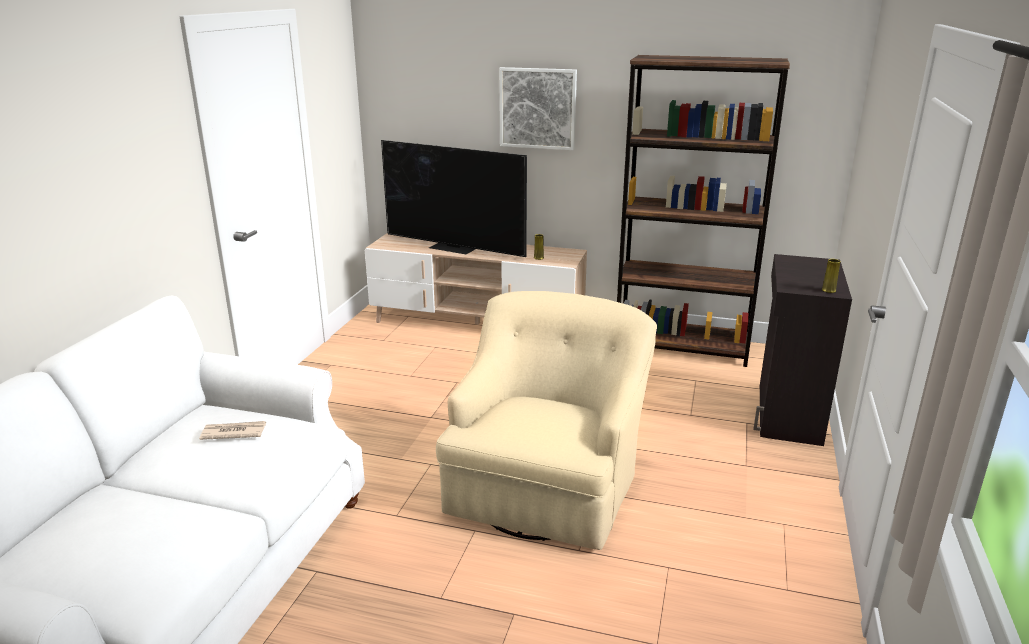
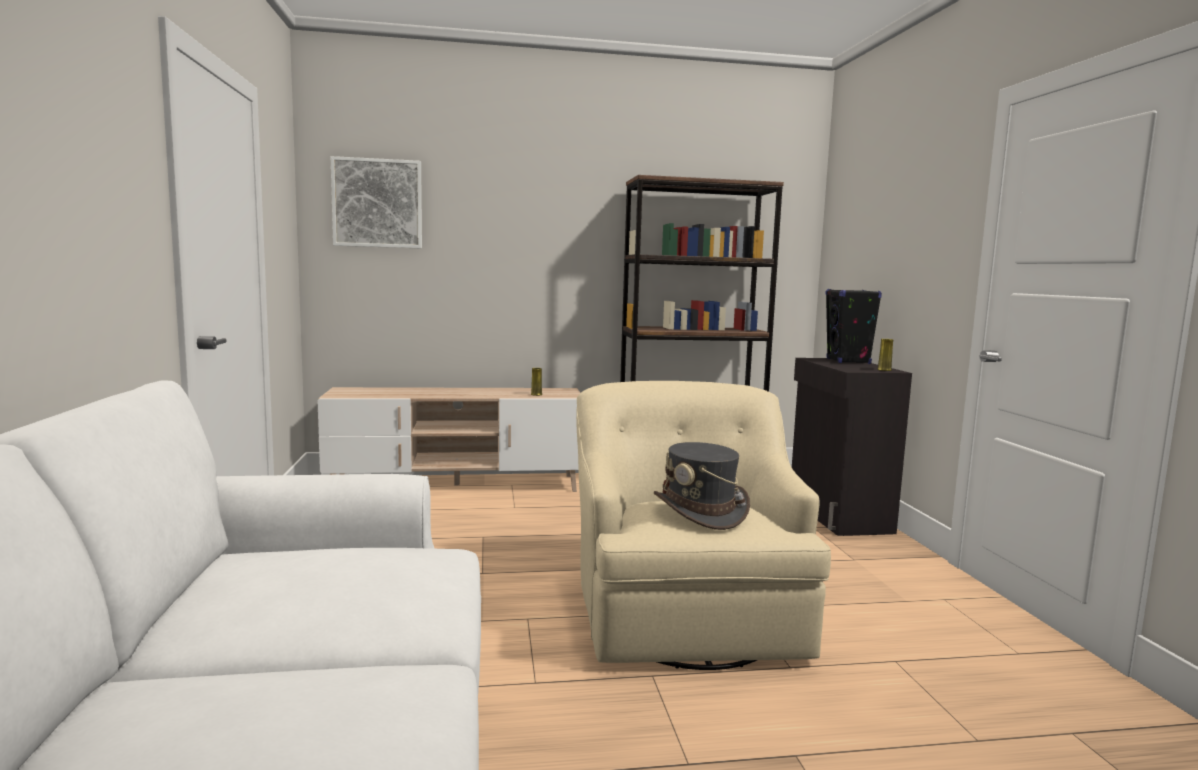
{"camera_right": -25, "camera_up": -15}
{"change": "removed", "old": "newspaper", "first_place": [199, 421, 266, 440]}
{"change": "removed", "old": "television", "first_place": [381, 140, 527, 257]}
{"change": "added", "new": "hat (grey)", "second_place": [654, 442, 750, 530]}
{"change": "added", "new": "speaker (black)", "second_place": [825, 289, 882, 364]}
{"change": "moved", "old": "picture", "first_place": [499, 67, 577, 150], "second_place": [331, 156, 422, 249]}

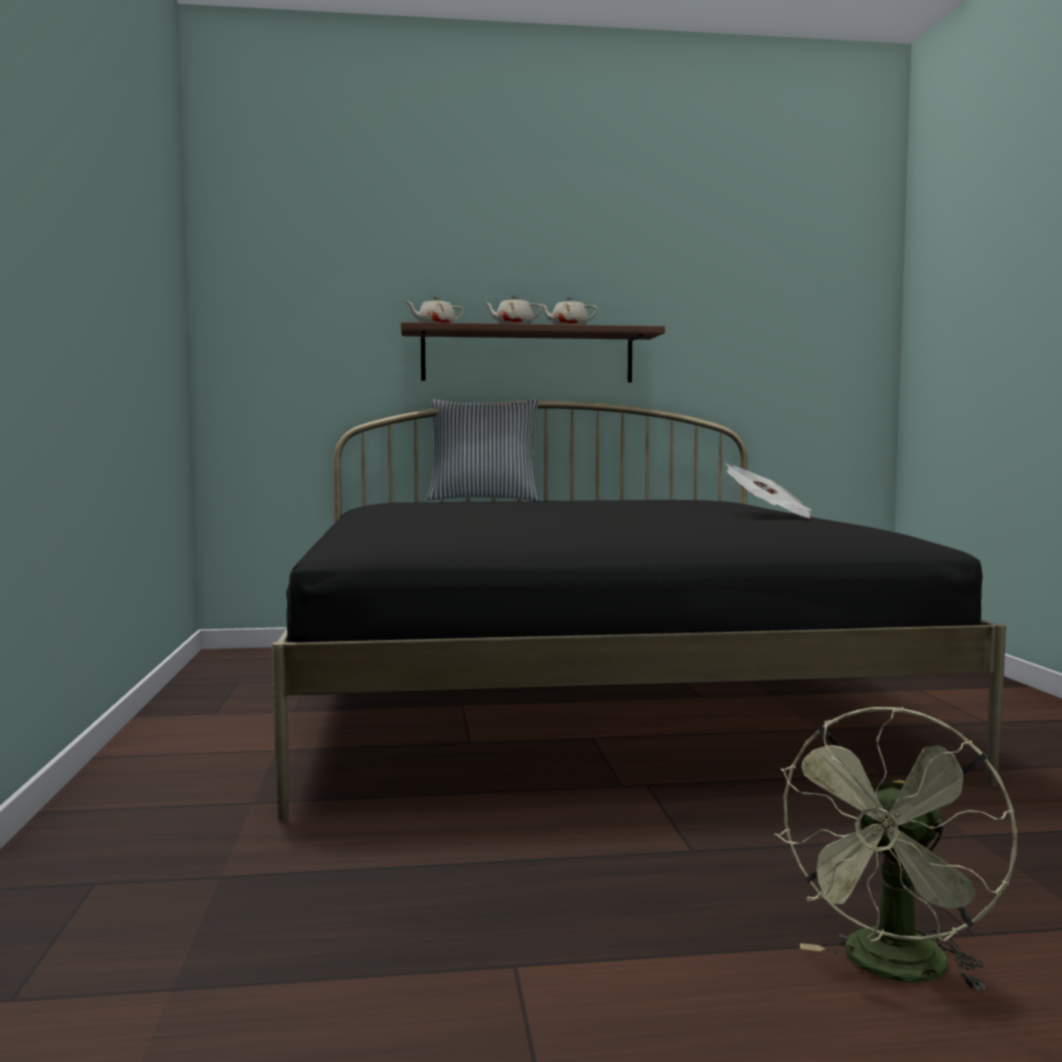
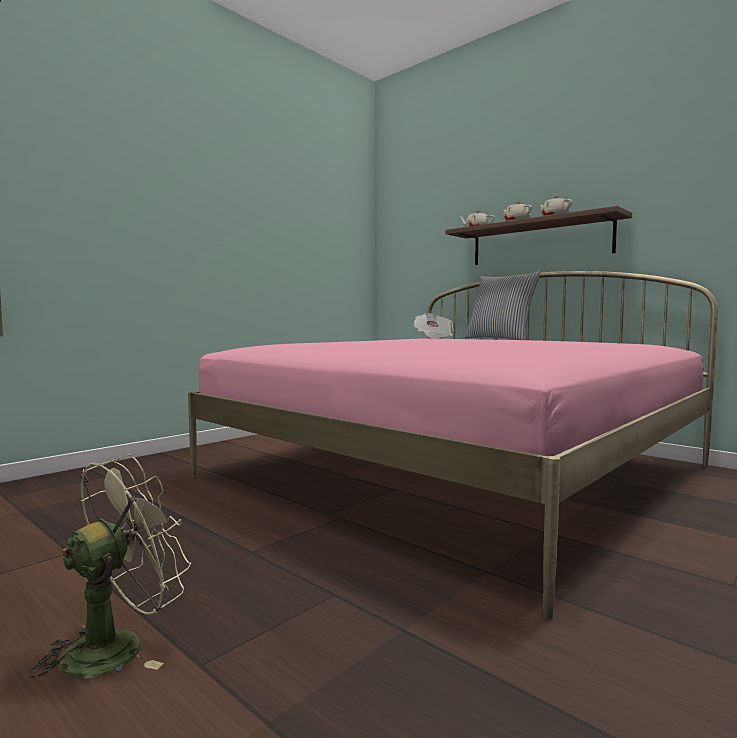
{"camera_right": 50, "camera_up": 0}
{"change": "moved", "old": "newspaper", "first_place": [725, 463, 811, 519], "second_place": [413, 313, 454, 338]}
{"change": "recoloured", "old": "bed (black)", "new": "bed (pink)", "first_place": [272, 401, 1006, 820], "second_place": [188, 271, 718, 620]}
{"change": "turned", "old": "fan (green)", "first_place": [773, 707, 1017, 991], "second_place": [28, 454, 191, 679], "degrees": 135}

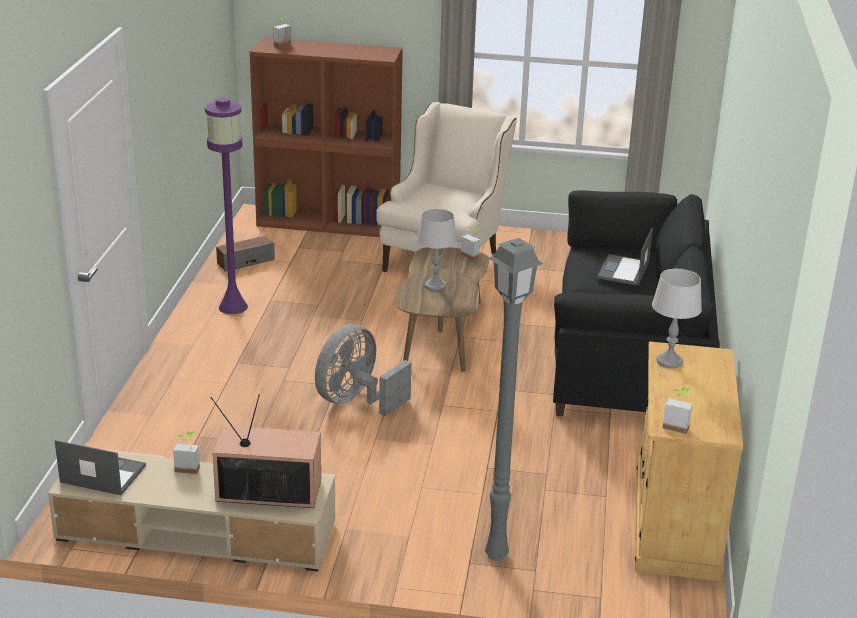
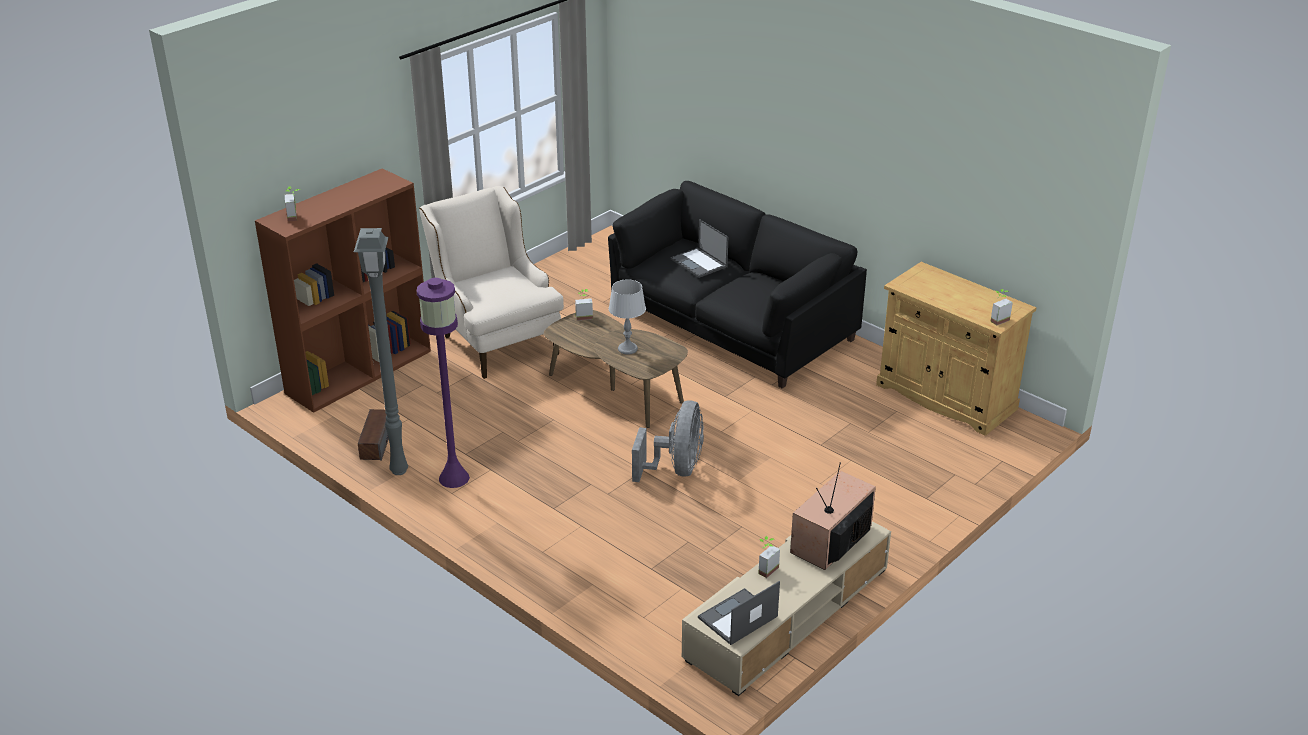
{"camera_right": -55, "camera_up": 5}
{"change": "removed", "old": "table lamp (grey)", "first_place": [652, 269, 702, 368]}
{"change": "moved", "old": "floor lamp (grey)", "first_place": [485, 238, 544, 561], "second_place": [354, 228, 408, 475]}
{"change": "turned", "old": "fan (grey)", "first_place": [315, 324, 411, 416], "second_place": [632, 401, 704, 482], "degrees": -150}

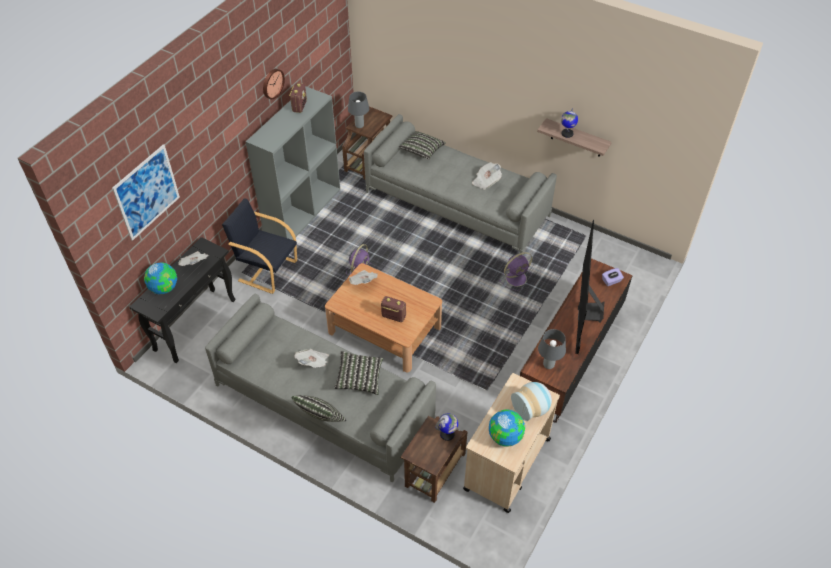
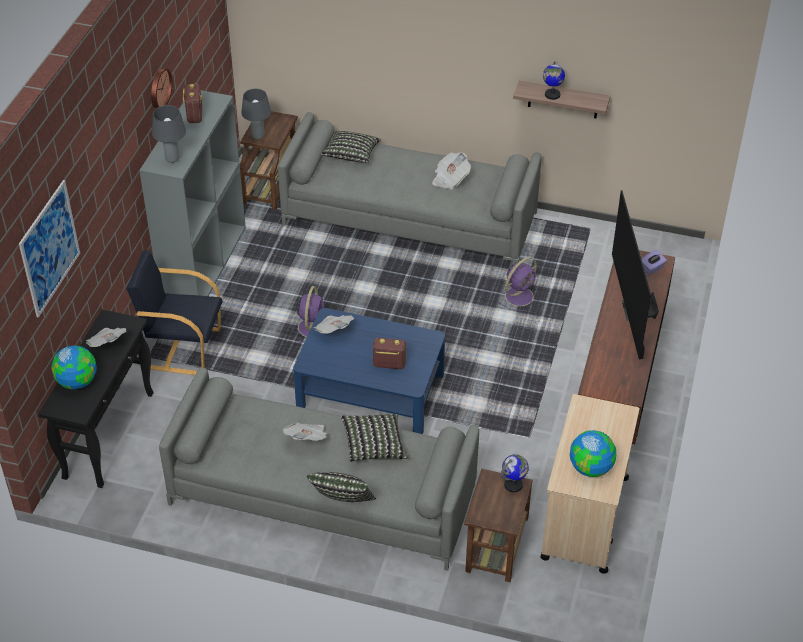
{"camera_right": -15, "camera_up": -5}
{"change": "removed", "old": "vase", "first_place": [511, 382, 552, 421]}
{"change": "moved", "old": "table lamp (grey)", "first_place": [538, 329, 566, 369], "second_place": [152, 105, 186, 163]}
{"change": "recoloured", "old": "coffee table (brown)", "new": "coffee table (blue)", "first_place": [325, 263, 442, 372], "second_place": [293, 308, 445, 434]}

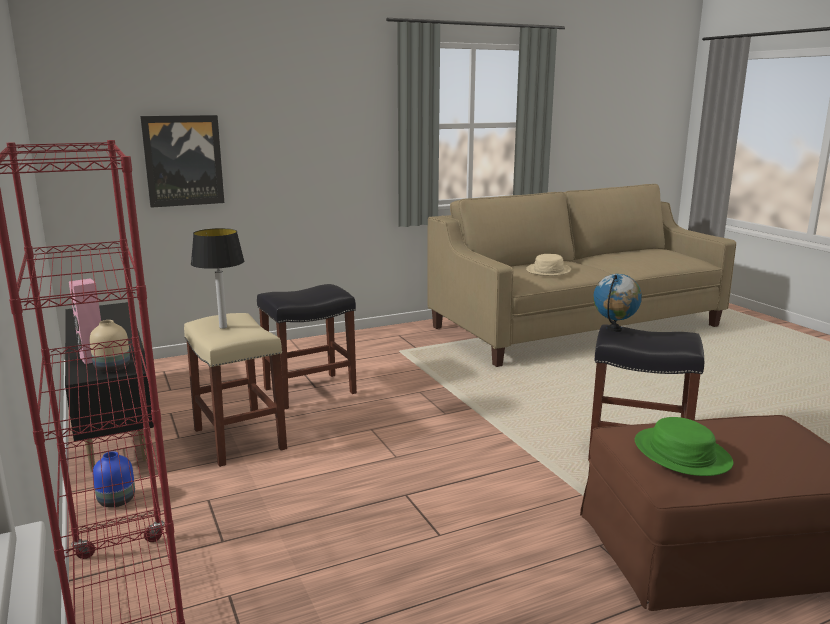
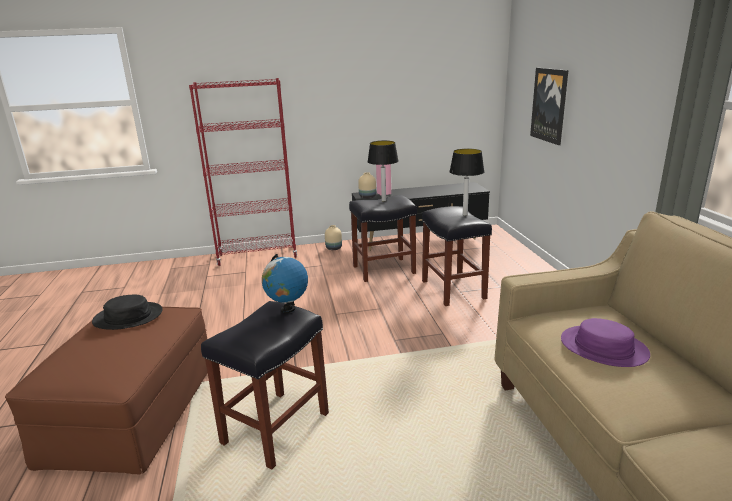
{"camera_right": 105, "camera_up": 5}
{"change": "added", "new": "table lamp", "second_place": [449, 149, 484, 216]}
{"change": "recoloured", "old": "vase (blue)", "new": "vase (beige)", "first_place": [93, 451, 135, 508], "second_place": [325, 225, 342, 250]}
{"change": "recoloured", "old": "stool (beige)", "new": "stool (black)", "first_place": [184, 313, 287, 467], "second_place": [349, 195, 417, 282]}
{"change": "recoloured", "old": "hat (beige)", "new": "hat (purple)", "first_place": [526, 254, 571, 276], "second_place": [561, 318, 650, 367]}
{"change": "recoloured", "old": "hat (green)", "new": "hat (black)", "first_place": [635, 417, 733, 476], "second_place": [92, 295, 163, 330]}

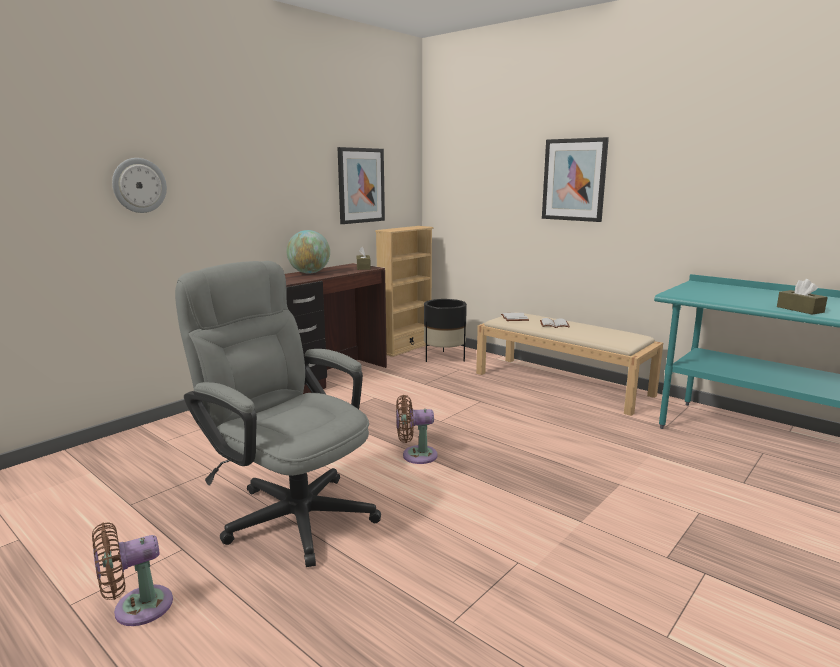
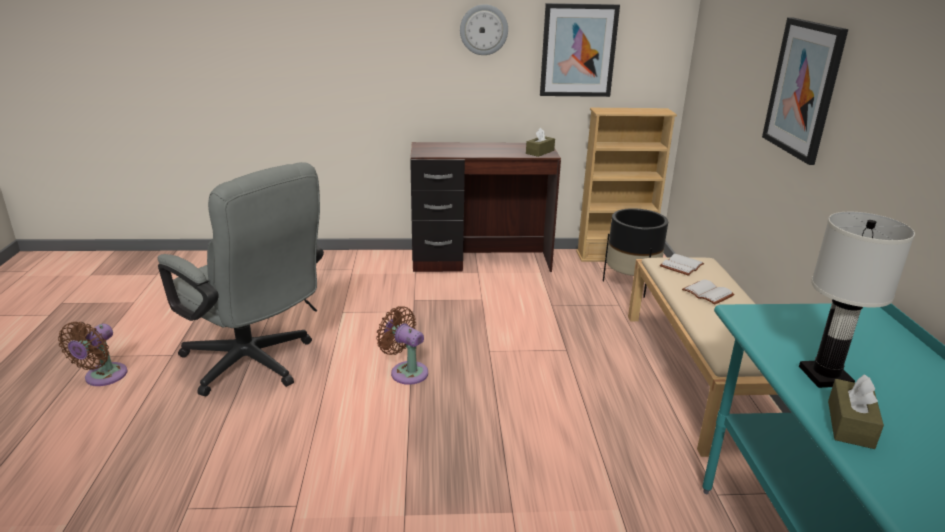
{"camera_right": 45, "camera_up": 10}
{"change": "removed", "old": "globe", "first_place": [287, 230, 330, 274]}
{"change": "added", "new": "table lamp (white)", "second_place": [799, 212, 915, 388]}
{"change": "moved", "old": "wall clock", "first_place": [112, 158, 167, 213], "second_place": [460, 4, 508, 55]}
{"change": "turned", "old": "fan (brown)", "first_place": [92, 522, 173, 626], "second_place": [58, 322, 128, 386], "degrees": -90}
{"change": "turned", "old": "office chair (grey)", "first_place": [175, 261, 381, 567], "second_place": [158, 162, 324, 396], "degrees": 135}

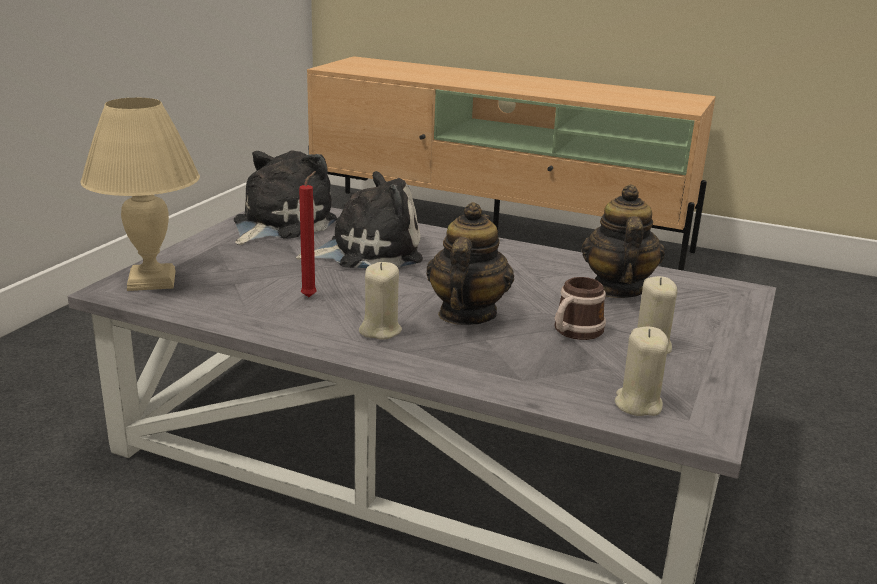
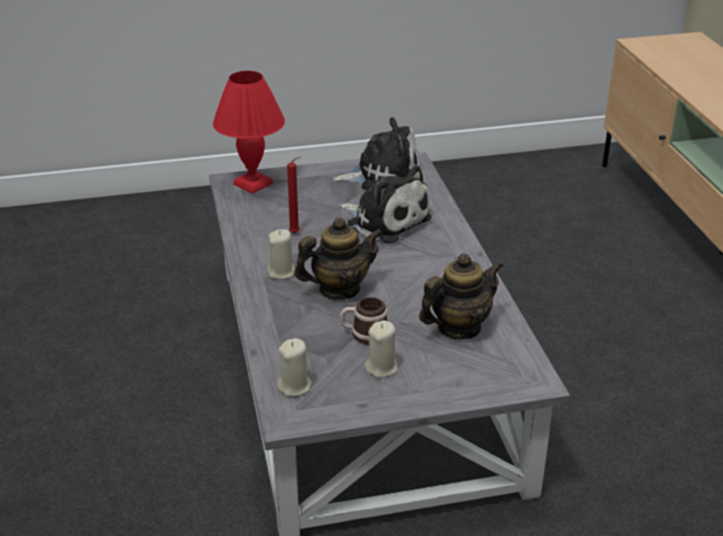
{"camera_right": 55, "camera_up": 10}
{"change": "recoloured", "old": "table lamp (beige)", "new": "table lamp (red)", "first_place": [80, 98, 200, 291], "second_place": [213, 71, 285, 194]}

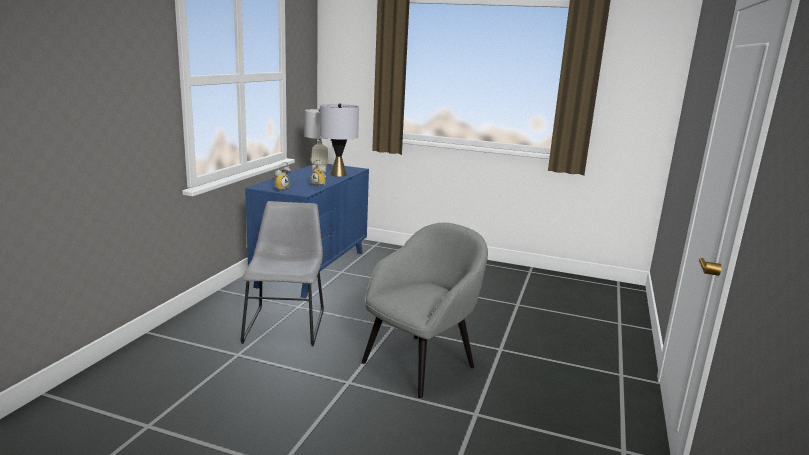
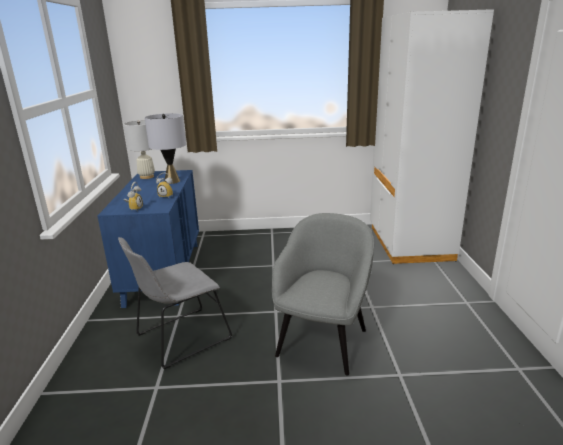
{"camera_right": -20, "camera_up": 5}
{"change": "added", "new": "wardrobe (white)", "second_place": [370, 9, 494, 264]}
{"change": "turned", "old": "chair (grey)", "first_place": [240, 201, 324, 346], "second_place": [118, 237, 232, 369], "degrees": -105}

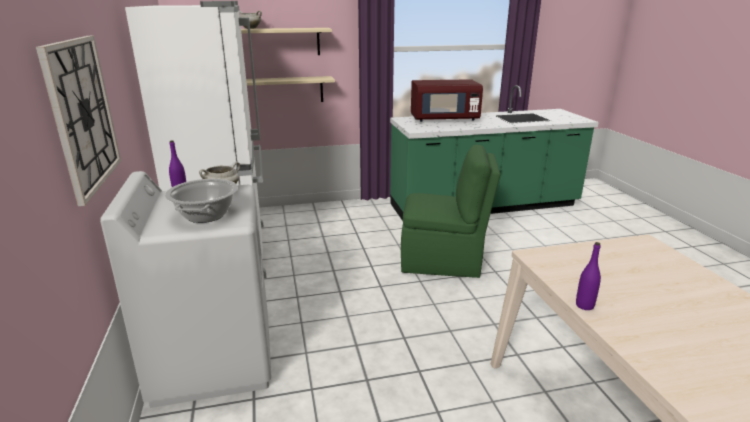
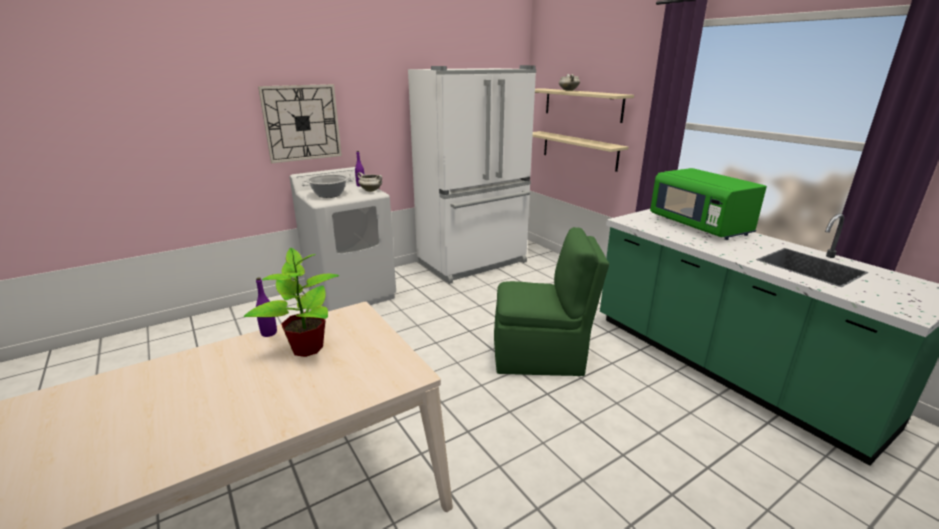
{"camera_right": 70, "camera_up": 0}
{"change": "added", "new": "potted plant", "second_place": [244, 248, 339, 357]}
{"change": "recoloured", "old": "microwave (red)", "new": "microwave (green)", "first_place": [411, 80, 483, 122], "second_place": [650, 168, 767, 240]}
{"change": "turned", "old": "chair (green)", "first_place": [401, 145, 500, 278], "second_place": [494, 227, 609, 376], "degrees": -75}

